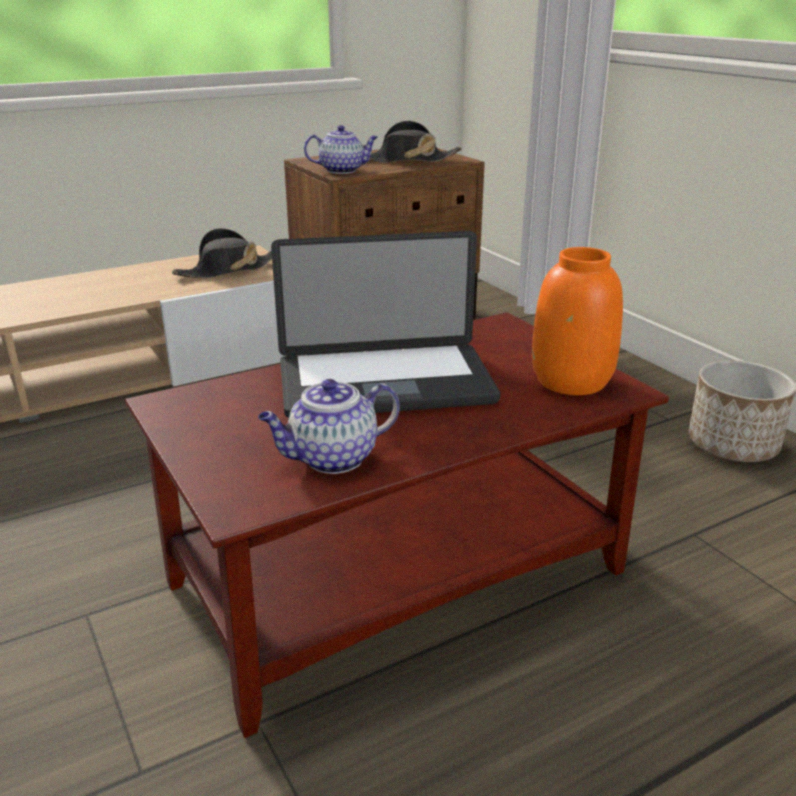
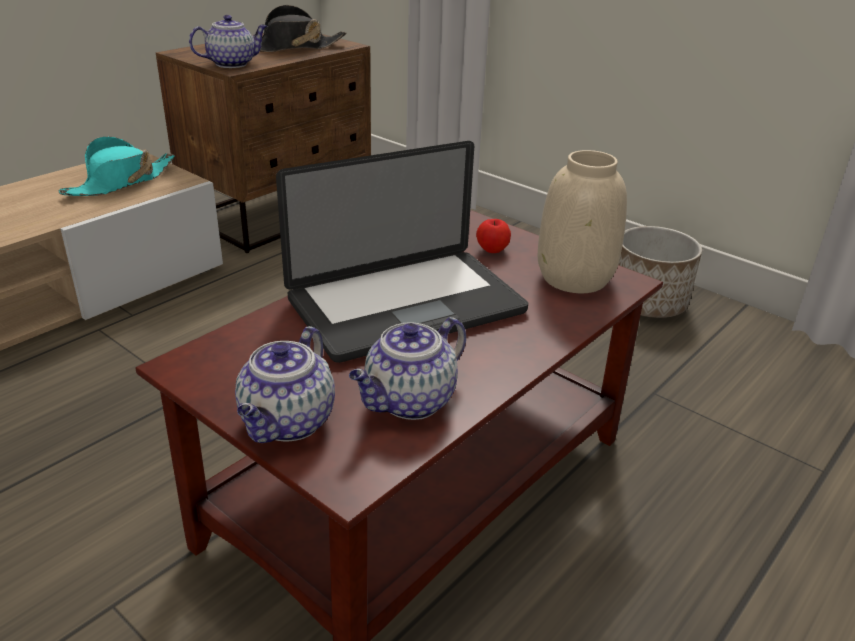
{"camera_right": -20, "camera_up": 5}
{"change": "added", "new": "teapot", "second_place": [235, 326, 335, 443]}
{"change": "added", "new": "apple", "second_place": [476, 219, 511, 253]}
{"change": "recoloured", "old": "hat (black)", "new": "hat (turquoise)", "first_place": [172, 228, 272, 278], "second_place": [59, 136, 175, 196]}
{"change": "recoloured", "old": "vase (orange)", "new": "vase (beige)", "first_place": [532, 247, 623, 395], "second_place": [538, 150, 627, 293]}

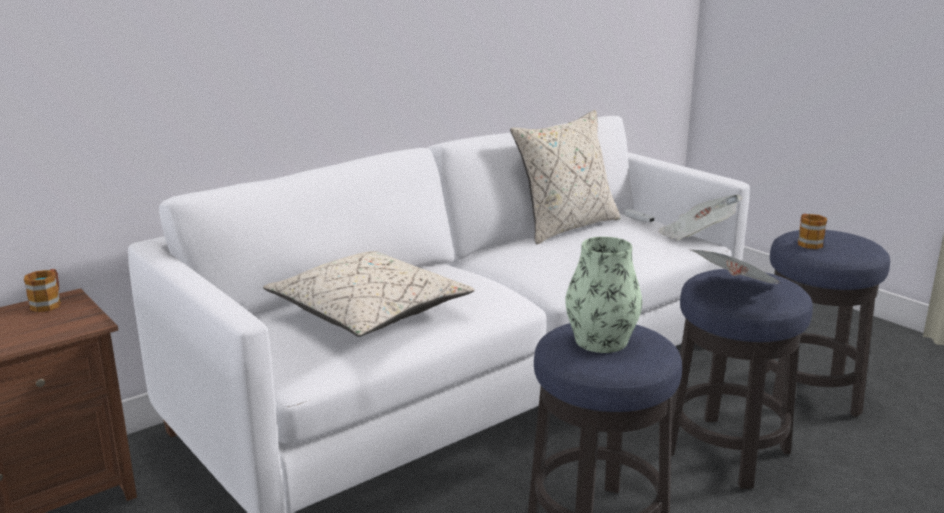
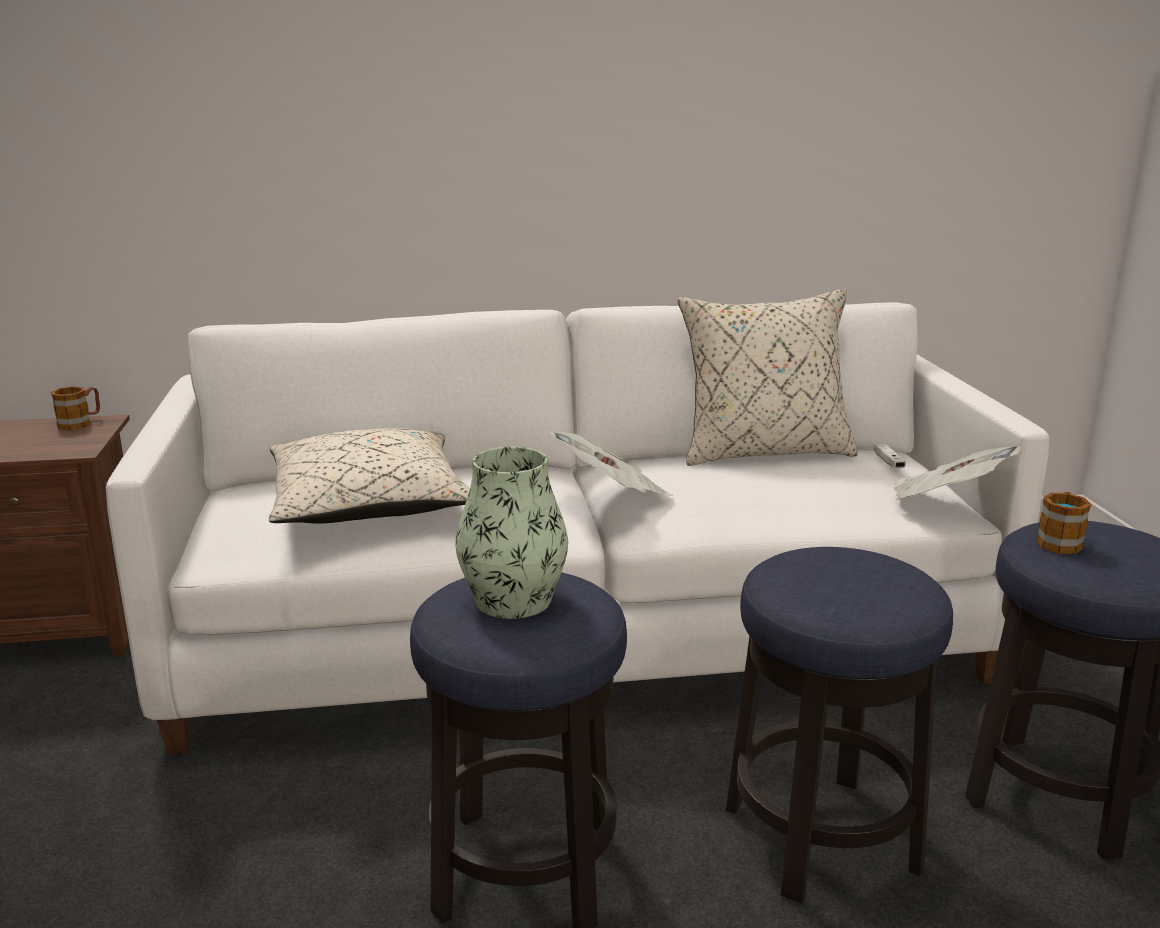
{"camera_right": 30, "camera_up": 0}
{"change": "moved", "old": "newspaper", "first_place": [691, 250, 780, 284], "second_place": [548, 431, 673, 496]}

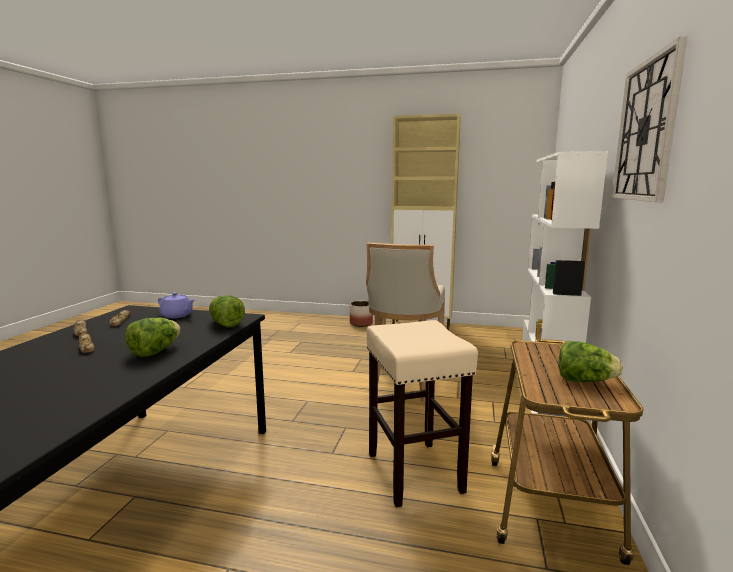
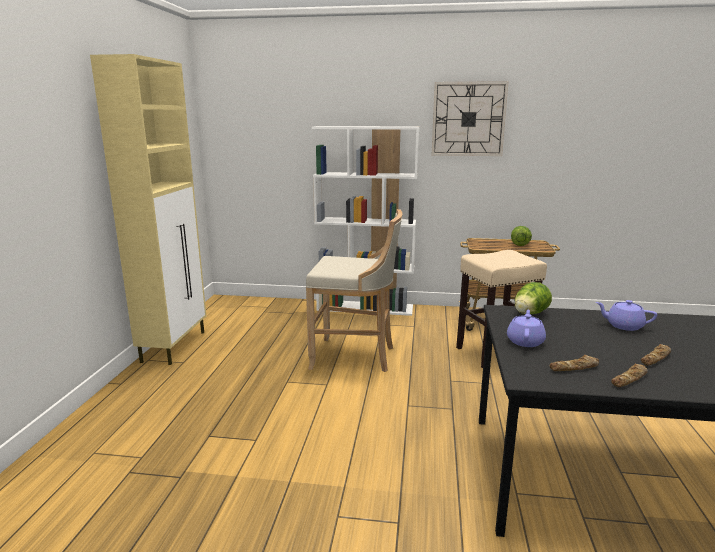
{"camera_right": -95, "camera_up": 5}
{"change": "removed", "old": "planter", "first_place": [350, 301, 373, 327]}
{"change": "replaced", "old": "lettuce", "new": "teapot (purple)", "first_place": [125, 318, 181, 357], "second_place": [596, 300, 657, 331]}

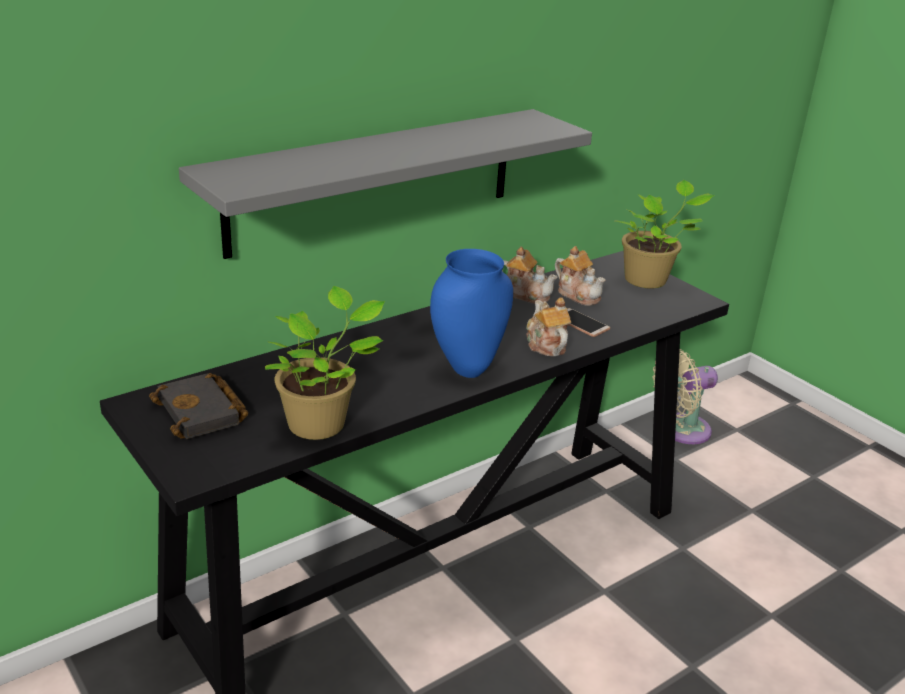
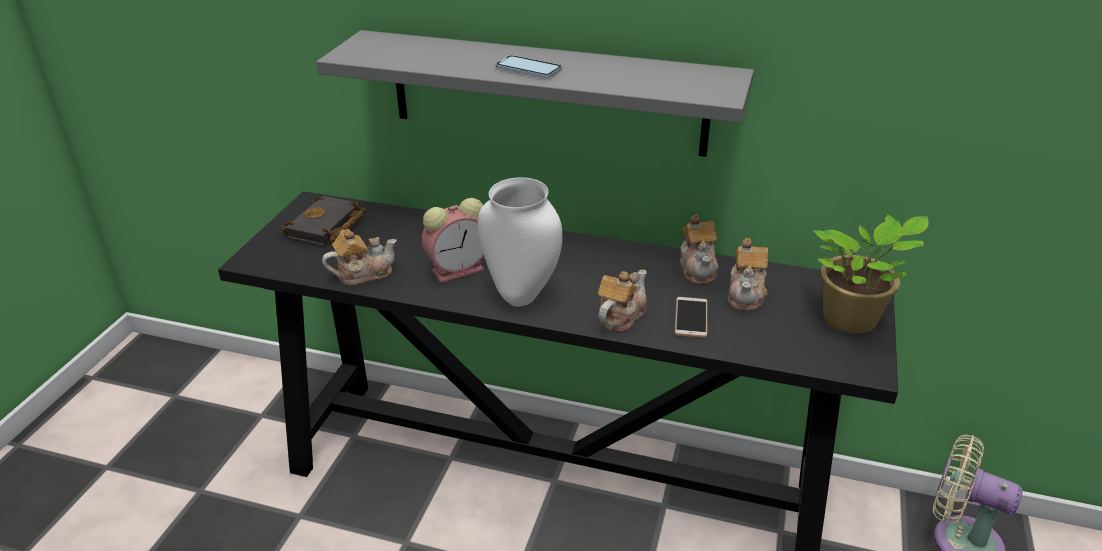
{"camera_right": 55, "camera_up": 5}
{"change": "added", "new": "alarm clock", "second_place": [422, 198, 484, 283]}
{"change": "added", "new": "phone", "second_place": [496, 55, 562, 78]}
{"change": "replaced", "old": "potted plant", "new": "teapot", "first_place": [265, 286, 385, 440], "second_place": [322, 229, 397, 286]}
{"change": "recoloured", "old": "vase (blue)", "new": "vase (white)", "first_place": [430, 249, 513, 378], "second_place": [478, 177, 563, 307]}

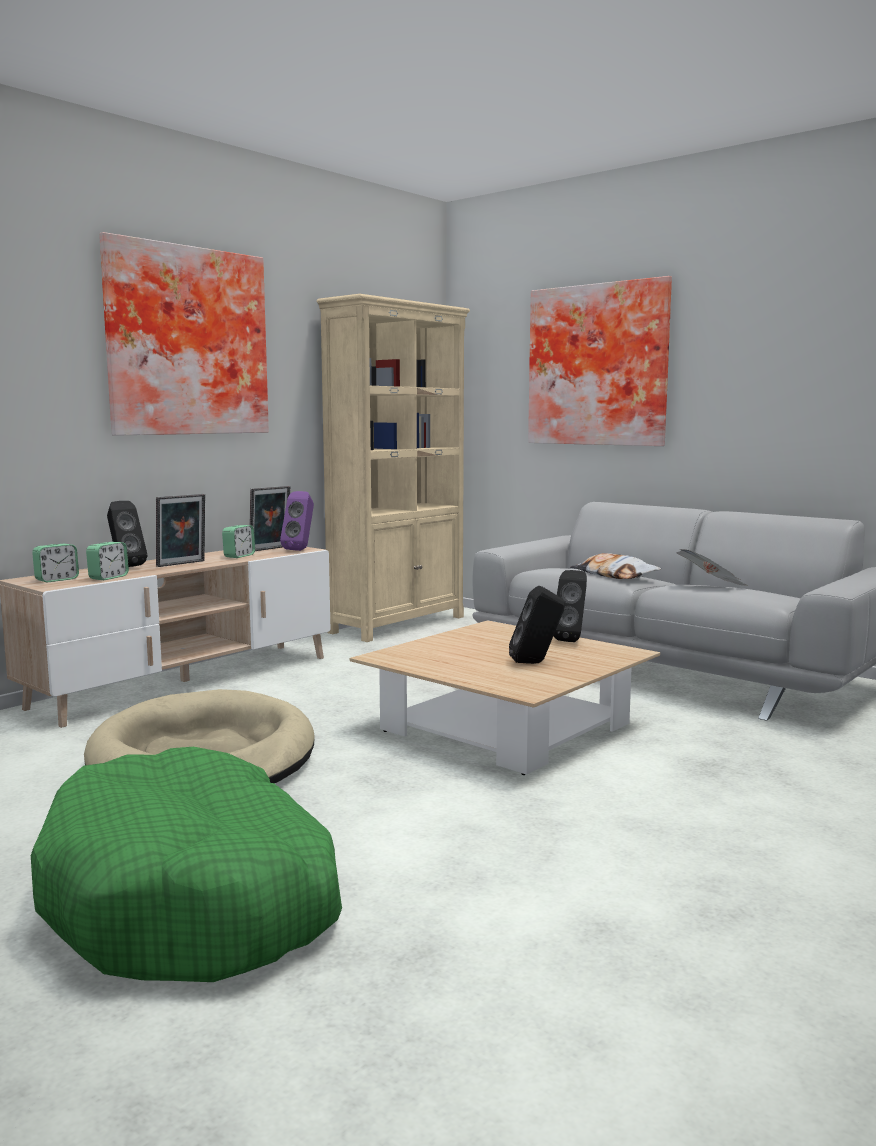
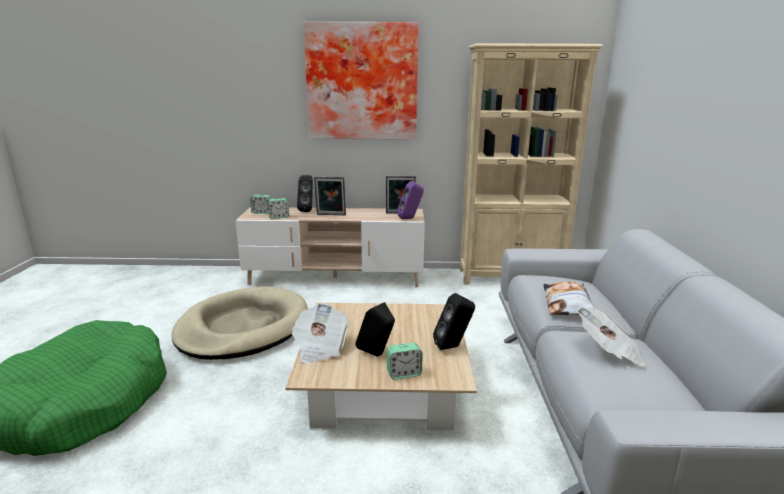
{"camera_right": 50, "camera_up": 10}
{"change": "removed", "old": "picture", "first_place": [528, 276, 672, 446]}
{"change": "added", "new": "newspaper", "second_place": [291, 303, 350, 364]}
{"change": "moved", "old": "alarm clock", "first_place": [222, 525, 255, 558], "second_place": [387, 342, 422, 379]}

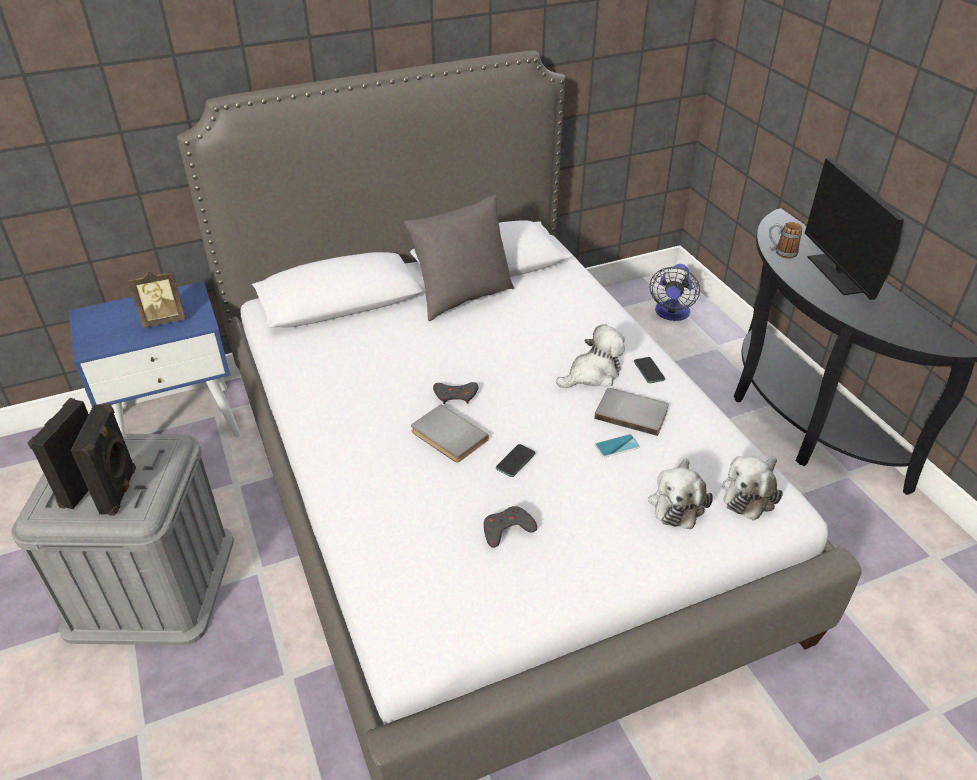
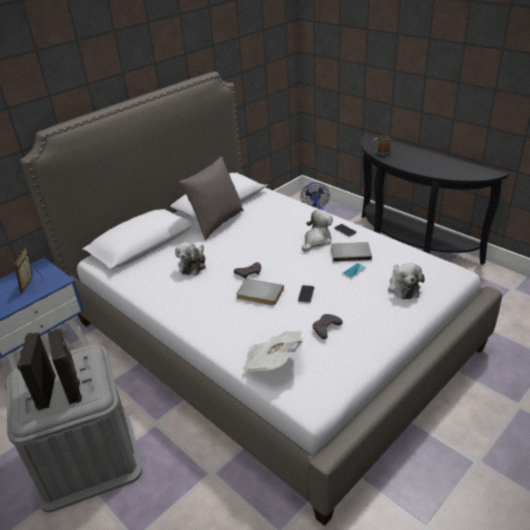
{"camera_right": -20, "camera_up": -5}
{"change": "removed", "old": "monitor", "first_place": [805, 158, 904, 300]}
{"change": "added", "new": "newspaper", "second_place": [243, 331, 303, 371]}
{"change": "moved", "old": "plush toy", "first_place": [722, 456, 783, 521], "second_place": [175, 242, 206, 275]}
{"change": "turned", "old": "picture frame", "first_place": [128, 271, 186, 328], "second_place": [14, 248, 43, 293], "degrees": 135}

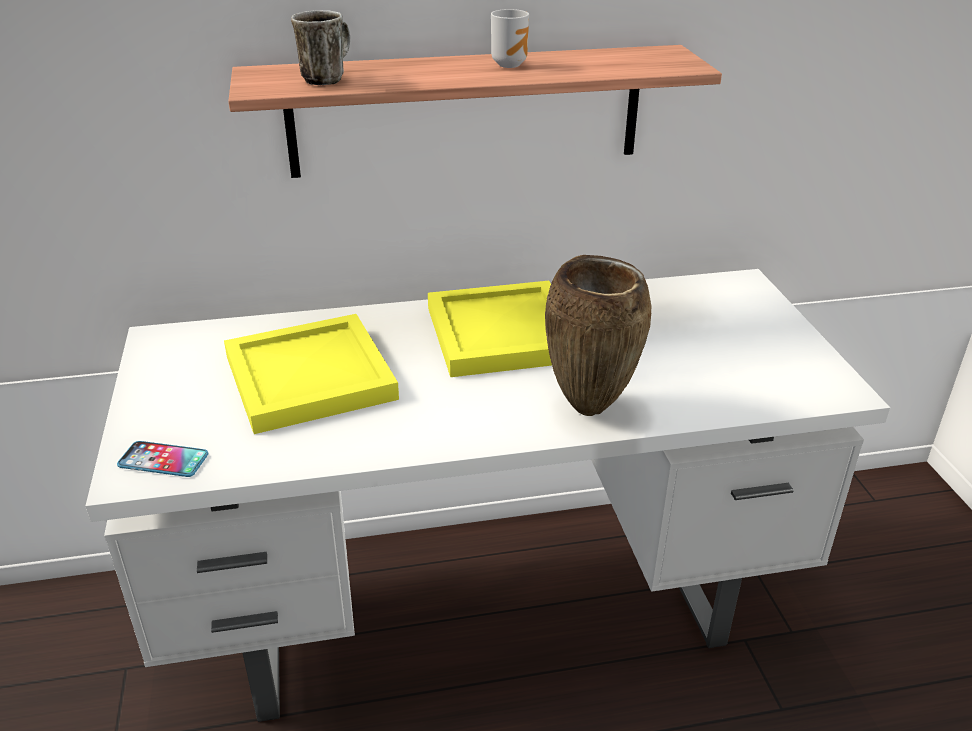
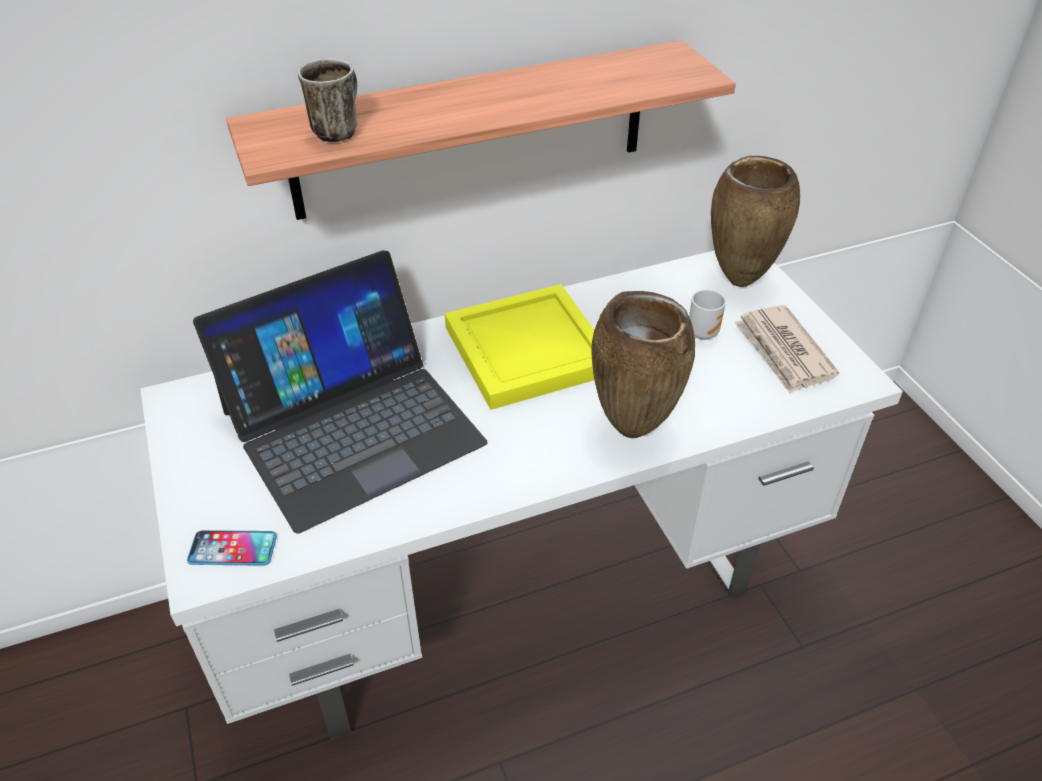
{"camera_right": -10, "camera_up": 10}
{"change": "added", "new": "vase (brown)", "second_place": [711, 156, 800, 287]}
{"change": "added", "new": "newspaper", "second_place": [735, 305, 839, 394]}
{"change": "moved", "old": "mug", "first_place": [491, 9, 529, 68], "second_place": [689, 290, 726, 340]}
{"change": "replaced", "old": "tray (yellow)", "new": "laptop", "first_place": [224, 314, 399, 434], "second_place": [193, 250, 487, 534]}

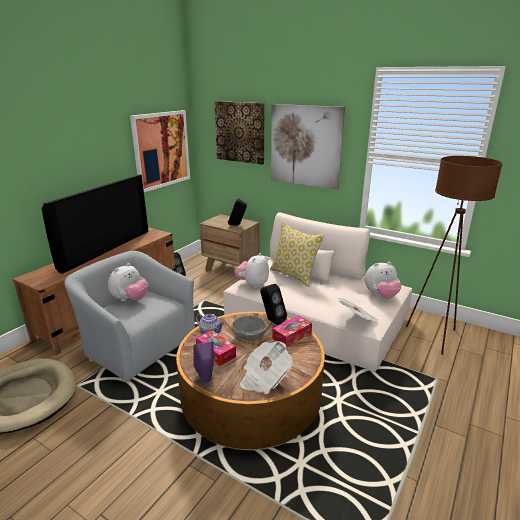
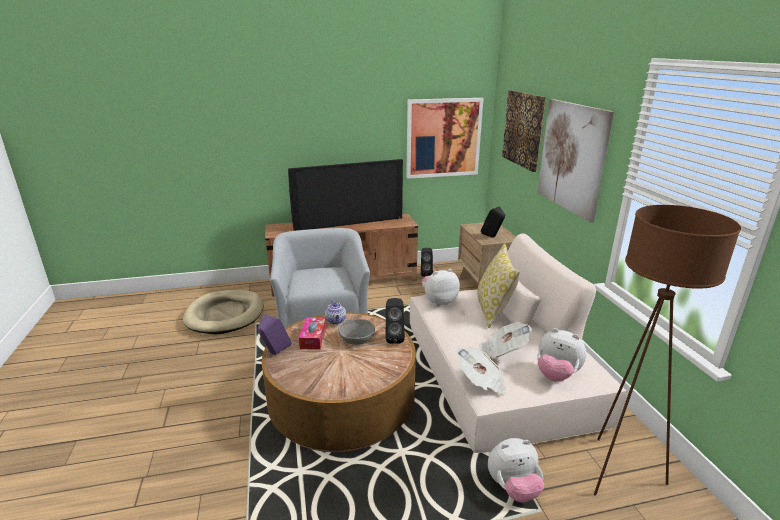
{"camera_right": 45, "camera_up": 0}
{"change": "removed", "old": "tissue box", "first_place": [272, 315, 312, 347]}
{"change": "moved", "old": "plush toy", "first_place": [108, 263, 149, 301], "second_place": [488, 438, 544, 503]}
{"change": "moved", "old": "newspaper", "first_place": [240, 341, 293, 394], "second_place": [479, 322, 532, 359]}

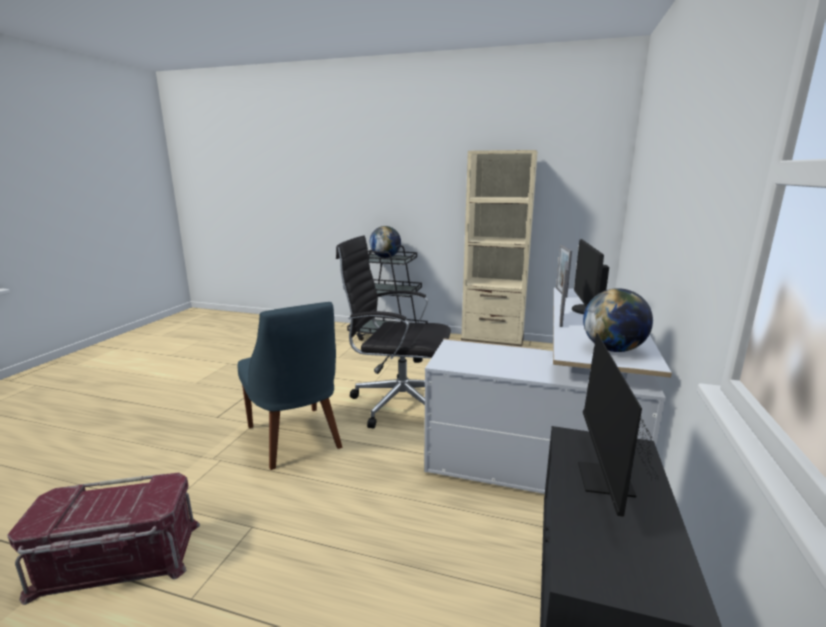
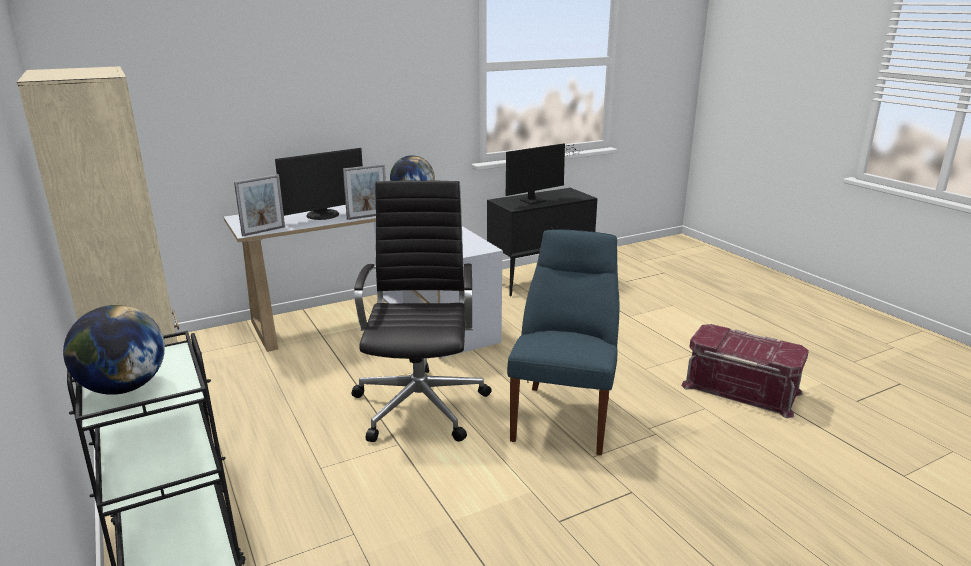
{"camera_right": -135, "camera_up": 5}
{"change": "turned", "old": "office chair (black)", "first_place": [336, 235, 451, 428], "second_place": [351, 180, 492, 442], "degrees": -150}

